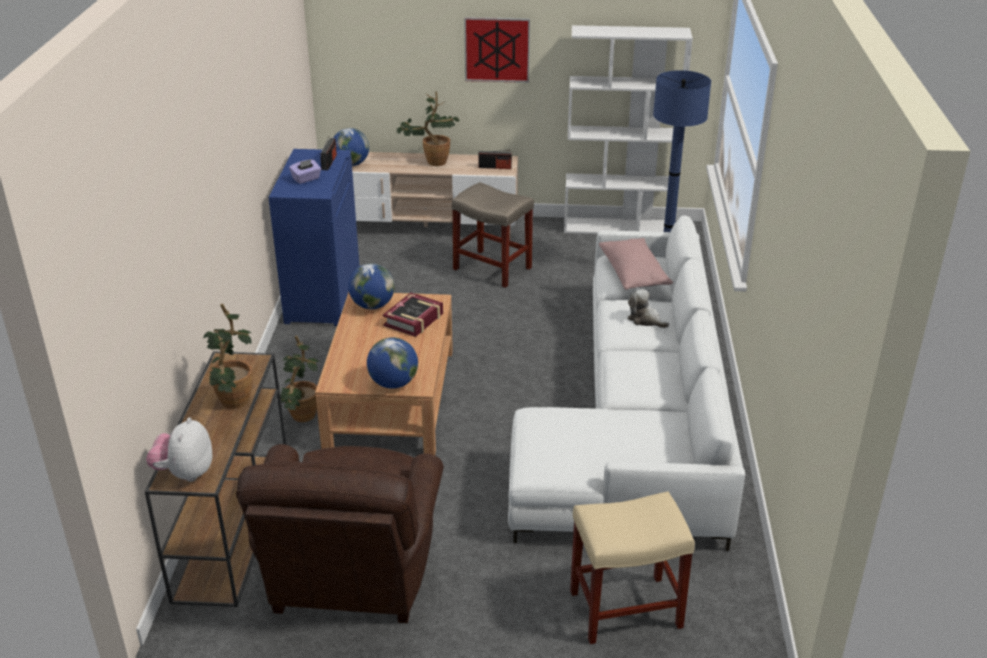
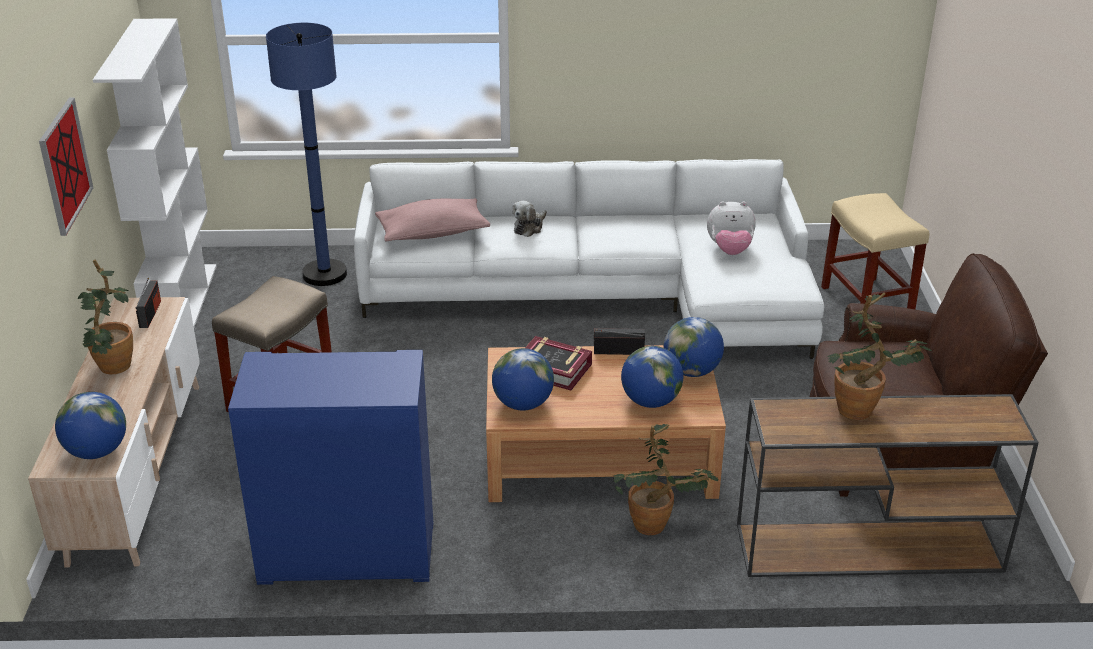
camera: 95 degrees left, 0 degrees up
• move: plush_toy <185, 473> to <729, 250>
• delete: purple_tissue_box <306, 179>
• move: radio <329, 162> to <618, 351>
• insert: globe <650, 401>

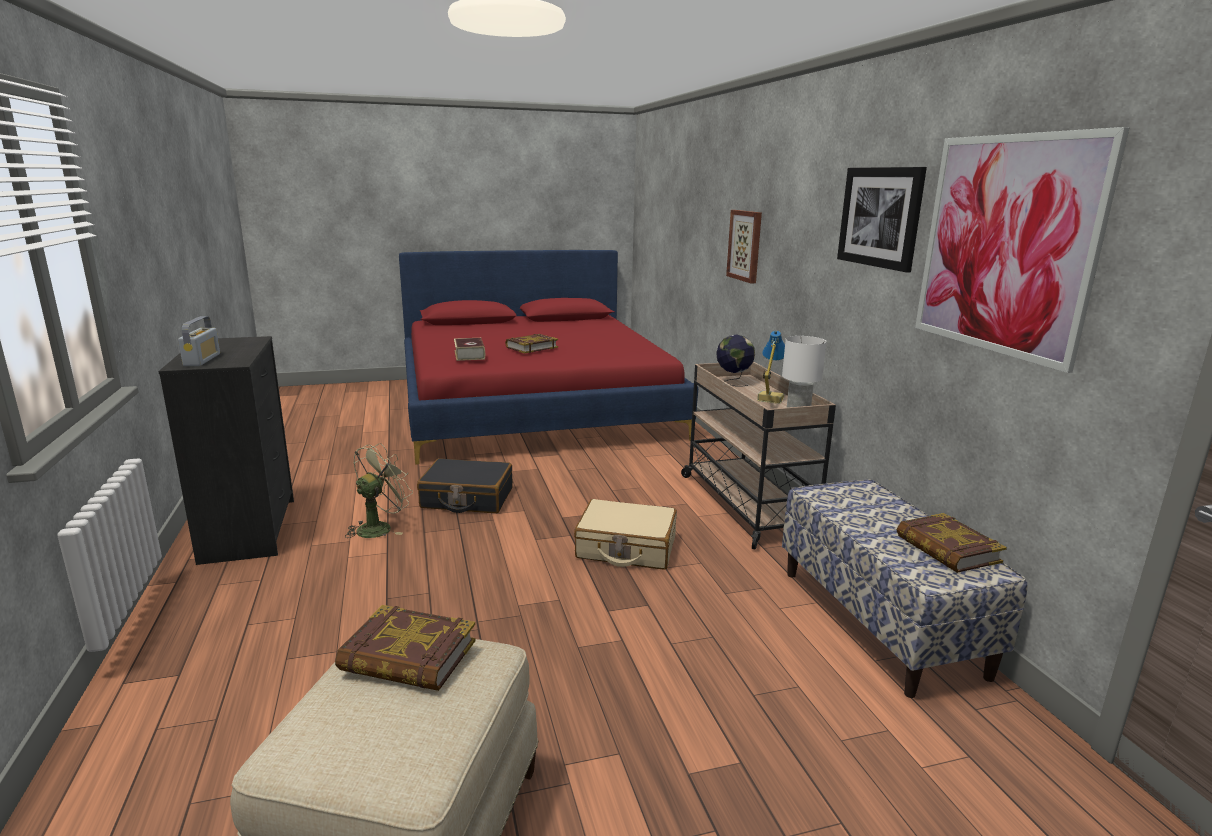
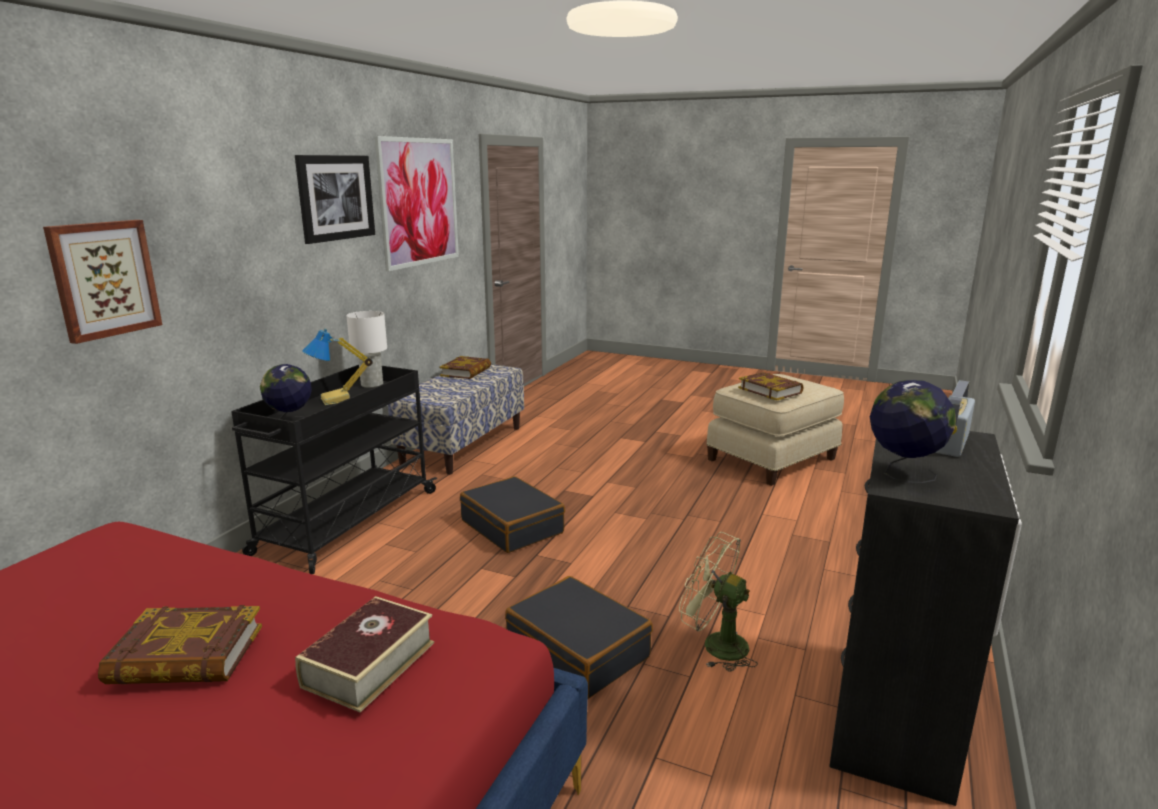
camera: 140 degrees left, 0 degrees up
• rotate: green_fan <379, 527> = <715, 645> 45 degrees clockwise
• recolor: beige_suitcase <626, 548> to black_suitcase <512, 526>
• recolor: beige_cart <746, 504> to black_cart <346, 522>
• insert: globe <903, 474>

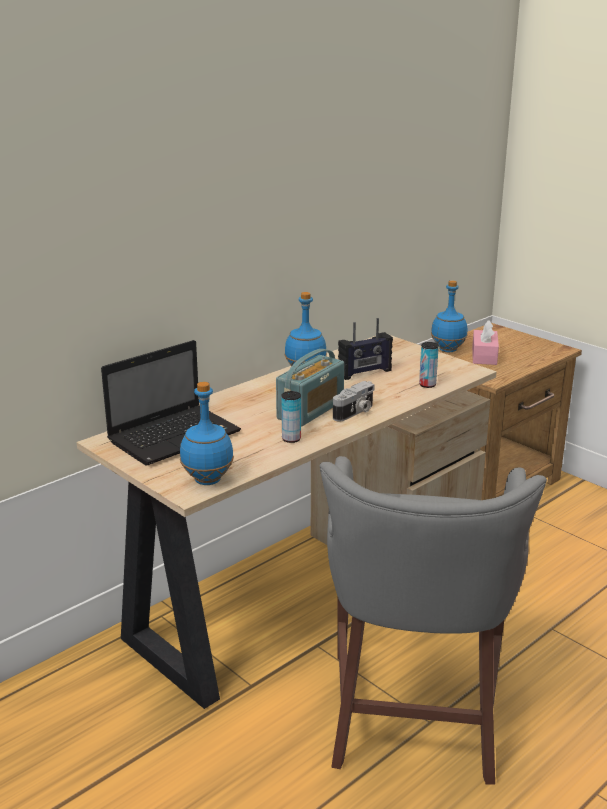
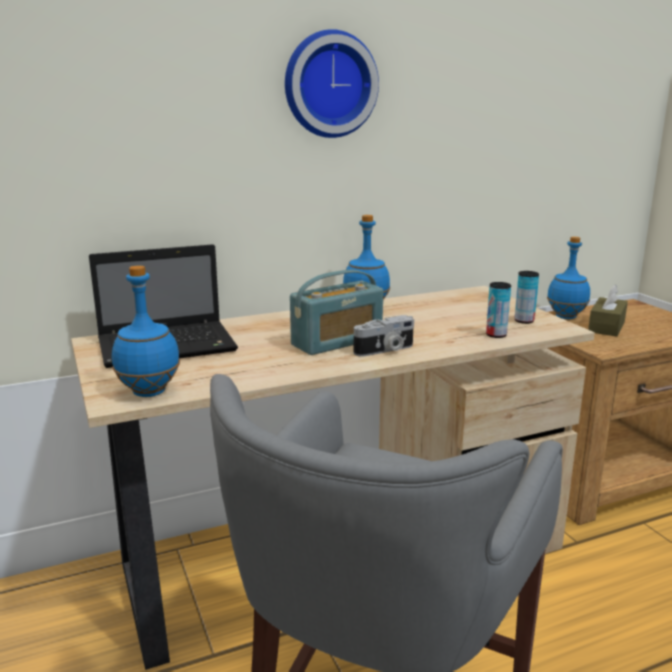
camera: 20 degrees right, 5 degrees down
• move: can <291, 439> to <524, 321>
• delete: radio <365, 373>
• recolor: pink_tissue_box <484, 356> to brown_tissue_box <606, 327>
• insert: wall_clock <329, 85>

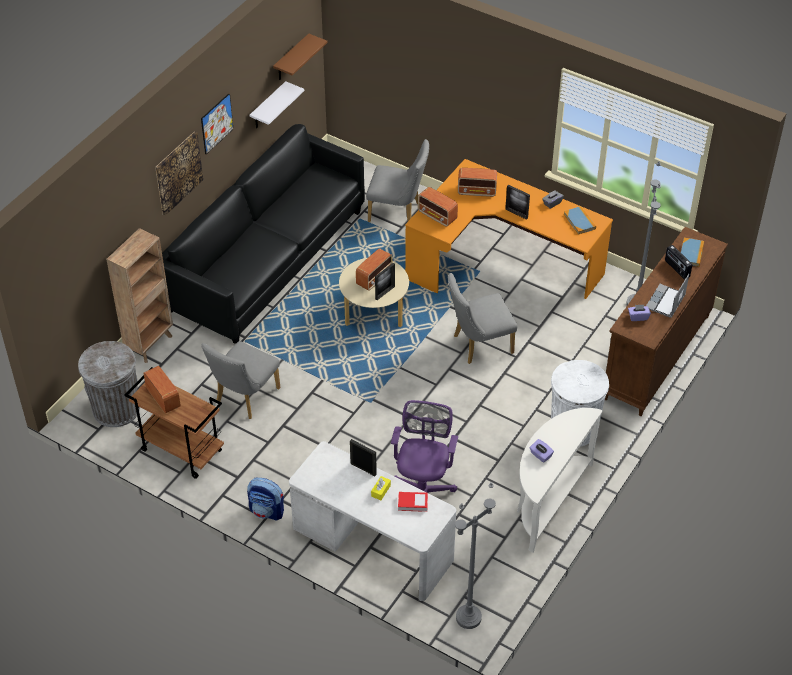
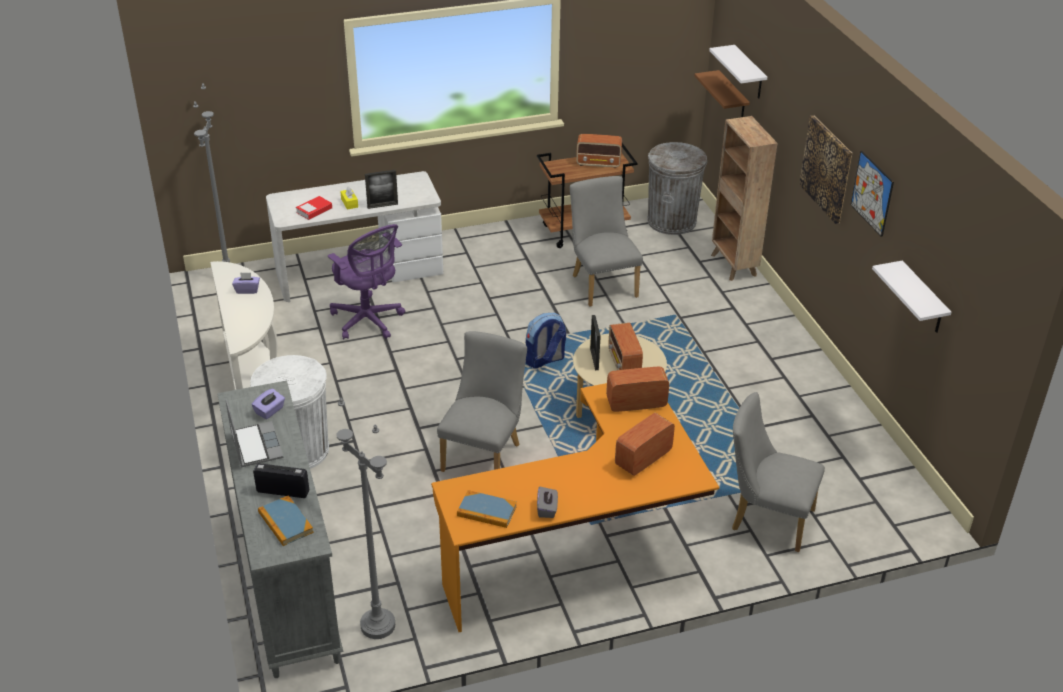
camera: 130 degrees right, 10 degrees down
• delete: black_sofa <266, 260>
• move: backpack <267, 511> to <544, 360>
• move: brown_shelf <291, 58> to <732, 98>
• rotate: grey_chair <398, 212> = <766, 518> 60 degrees clockwise
• delete: picture_frame <516, 213>
• recolor: brown_dresser <656, 357> to grey_dresser <287, 579>
• insert: white_shelf <749, 73>

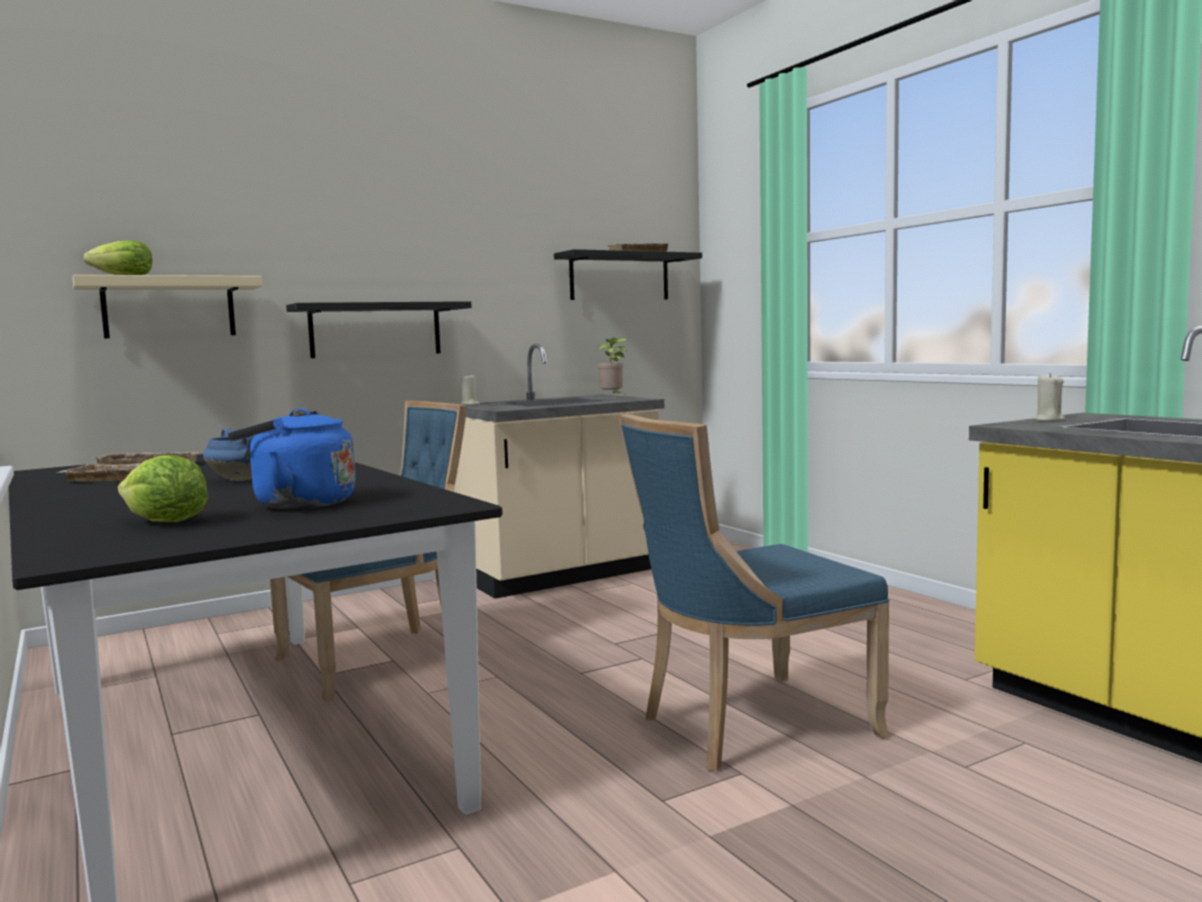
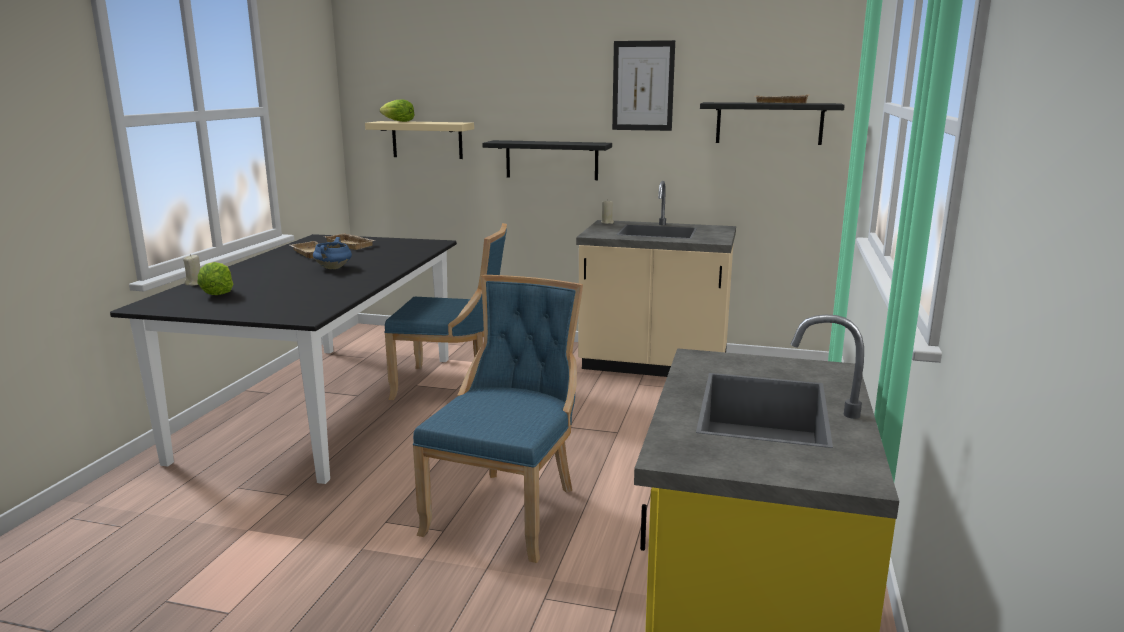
camera: 45 degrees right, 10 degrees up
• delete: blue_kettle <298, 504>
• delete: potted_plant <613, 398>
• rotate: blue_chair <748, 725> = <508, 510> 90 degrees clockwise
• move: beige_candle <1048, 420> to <195, 283>
• insert: picture <643, 86>

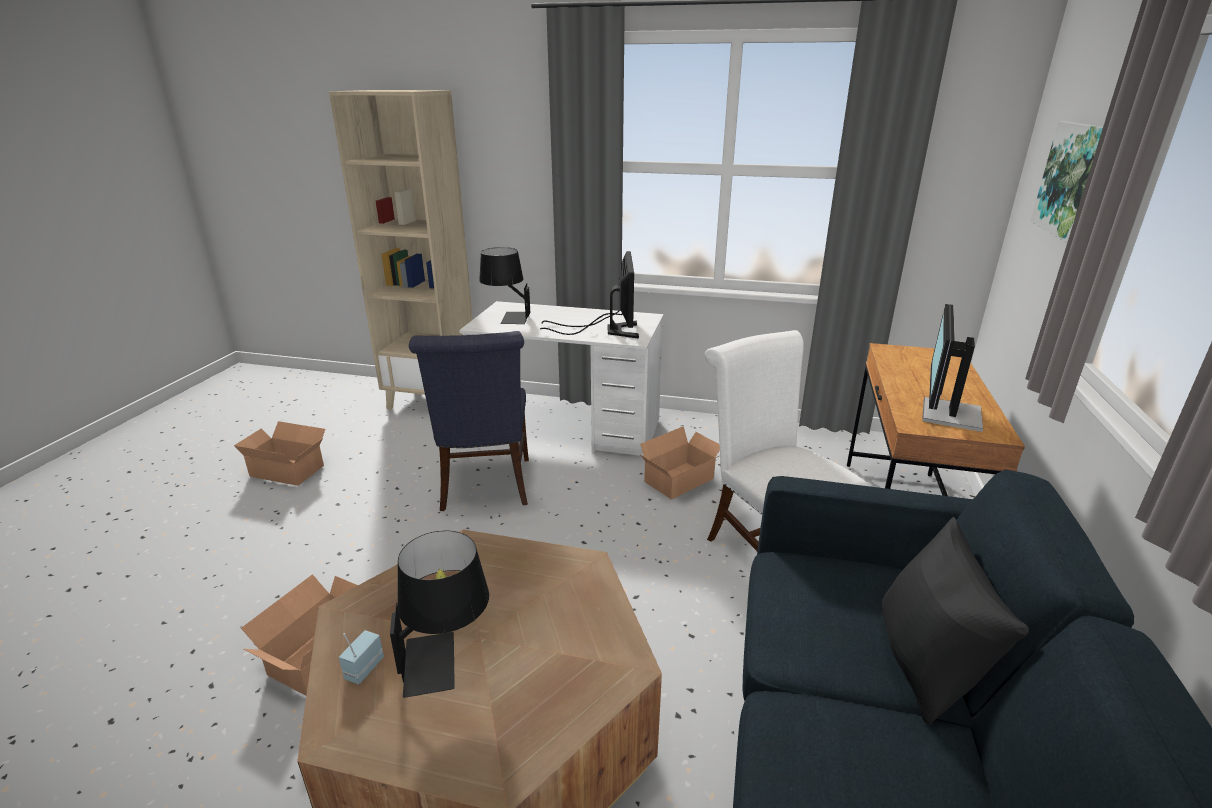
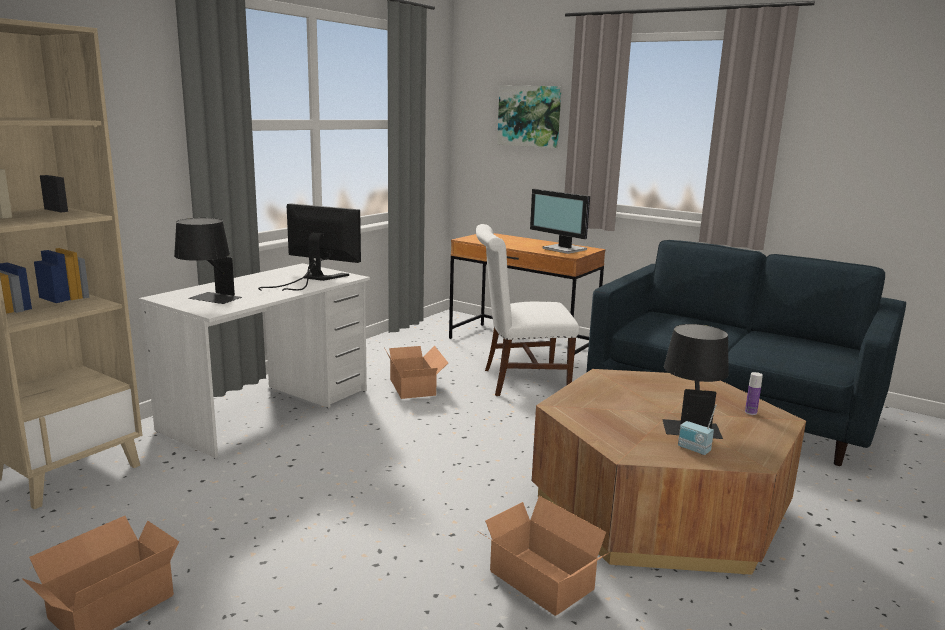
camera: 70 degrees left, 10 degrees down
• delete: blue_chair <485, 487>
• delete: black_pillow <926, 664>
• insert: bottle <750, 412>

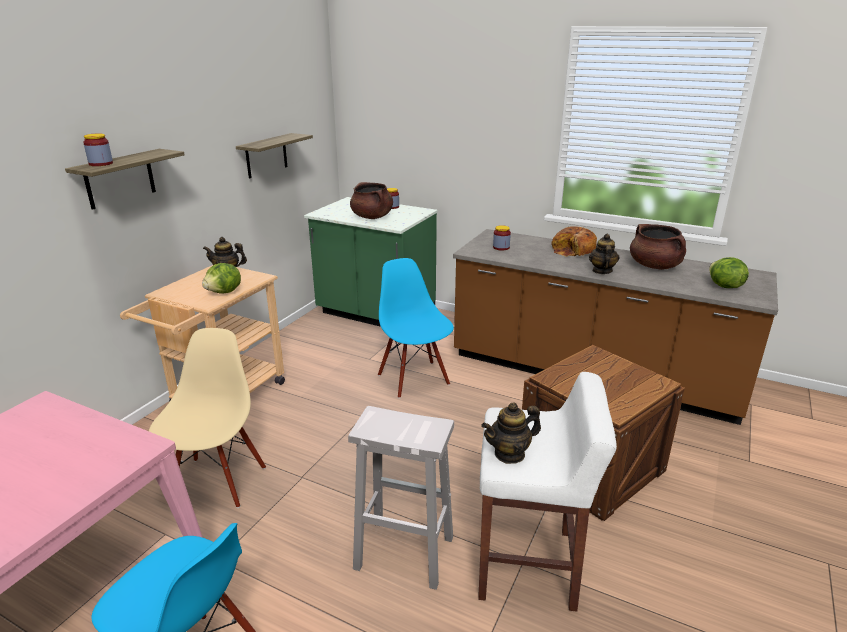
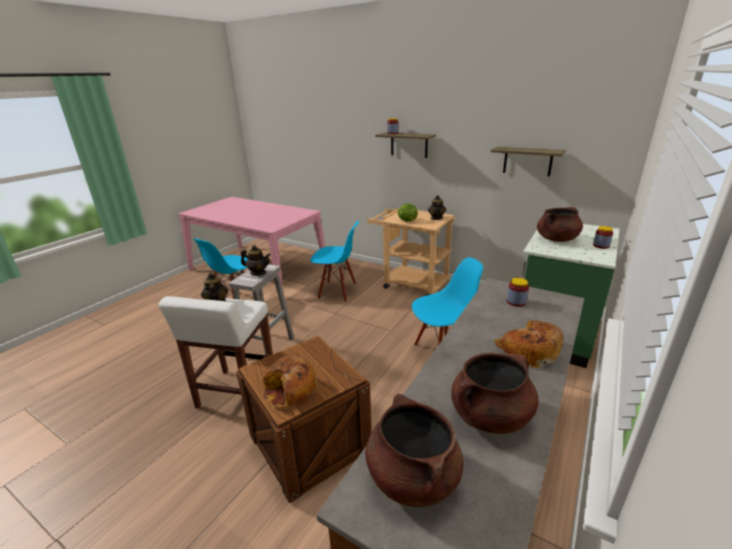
camera: 95 degrees right, 0 degrees up
• recolor: beige_chair <217, 482> to blue_chair <337, 292>
• move: teapot <601, 271> to <258, 273>
• replace: lettuce <724, 286> to brown_cooking_pot <412, 476>
• insert: bread <290, 389>

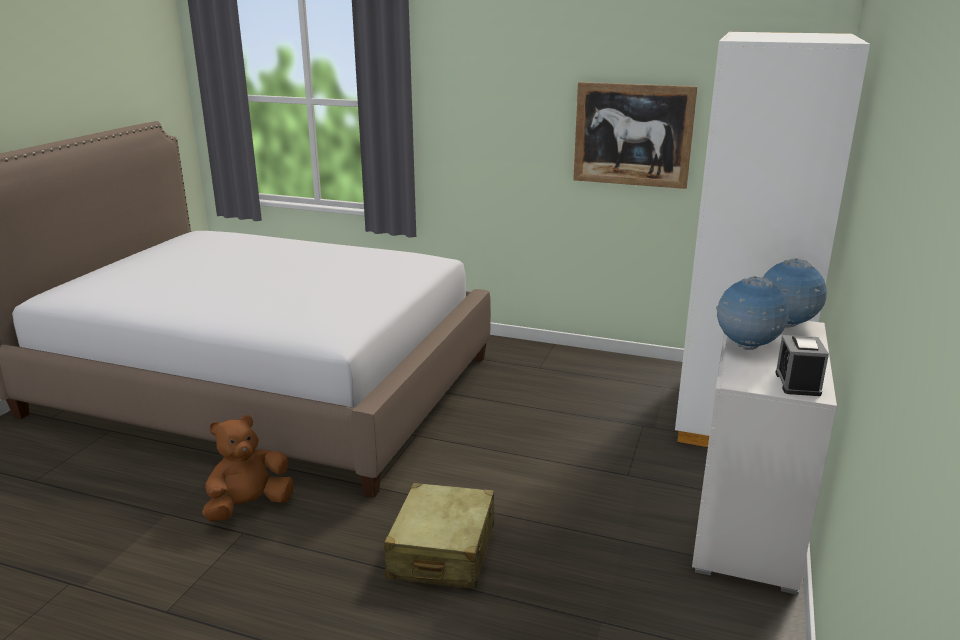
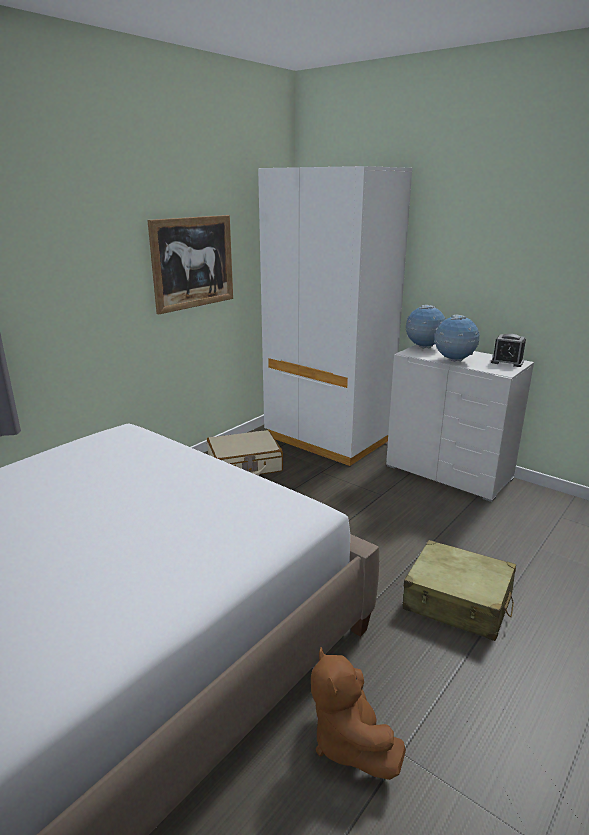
camera: 70 degrees left, 0 degrees up
• insert: beige_suitcase <244, 465>

